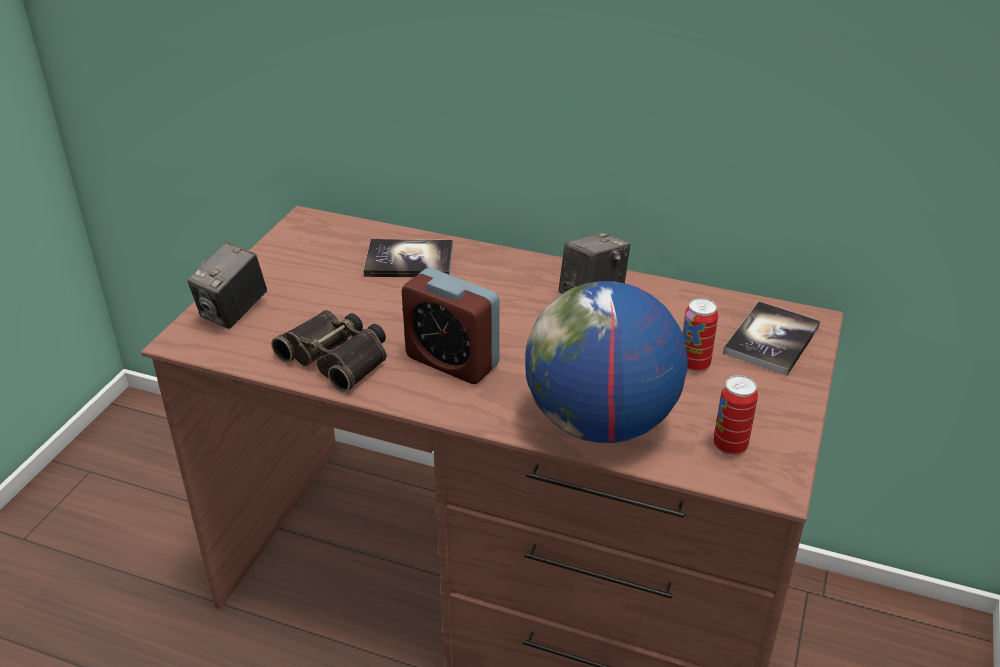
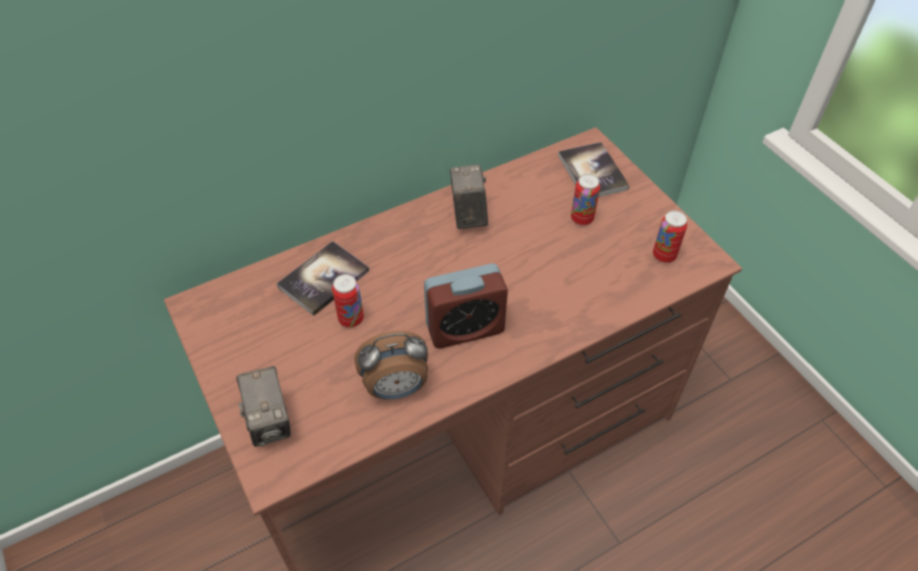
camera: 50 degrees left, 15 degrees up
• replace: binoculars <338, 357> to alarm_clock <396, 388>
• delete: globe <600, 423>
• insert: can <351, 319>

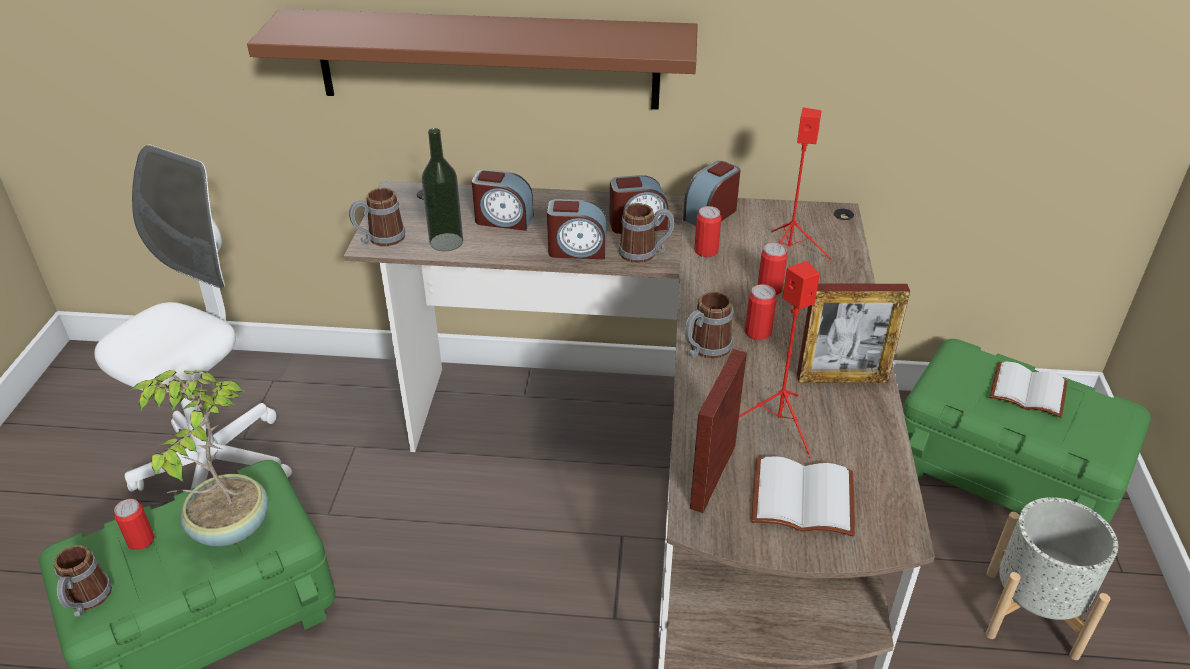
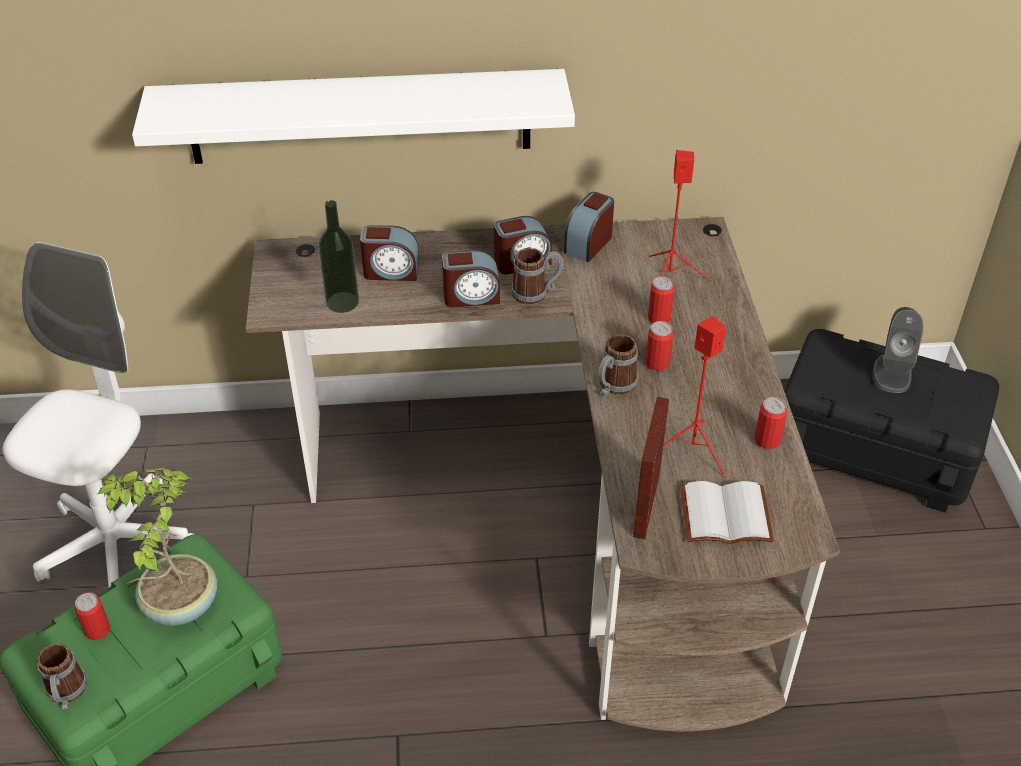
camera: 10 degrees left, 5 degrees up
• recolor: brown_shelf <488, 59> to white_shelf <360, 116>
• delete: mug <380, 239>
• move: can <706, 251> to <767, 440>
• delete: picture_frame <842, 378>
• recolor: green_storage_box <1005, 469> to black_storage_box <875, 446>
• delete: grey_planter <1032, 614>
• replace: white_book <1029, 390> to grey_speaker <892, 373>

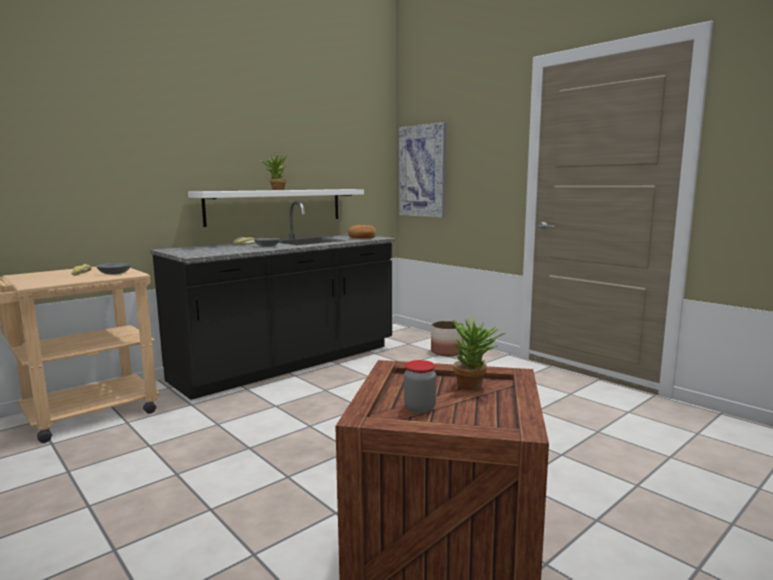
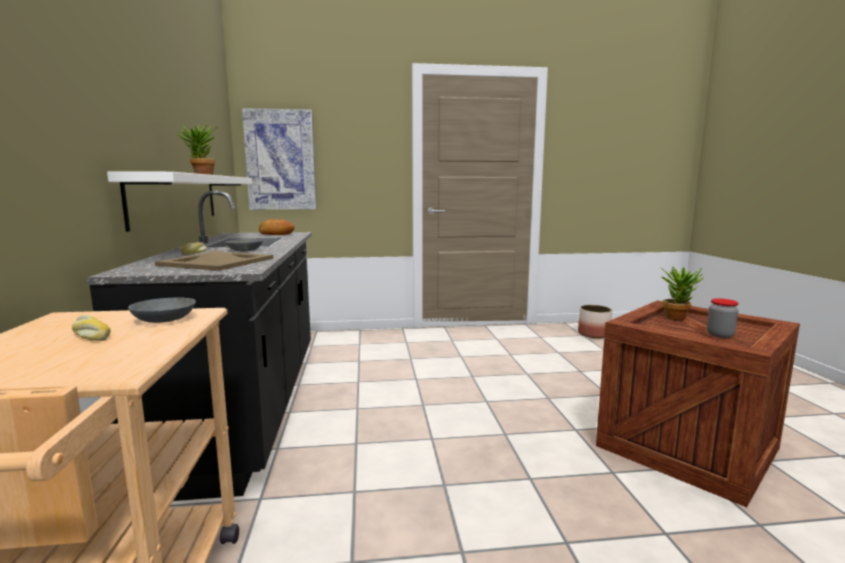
camera: 55 degrees left, 0 degrees up
• move: planter <447, 352> to <593, 334>
• insert: beige_tray <216, 261>

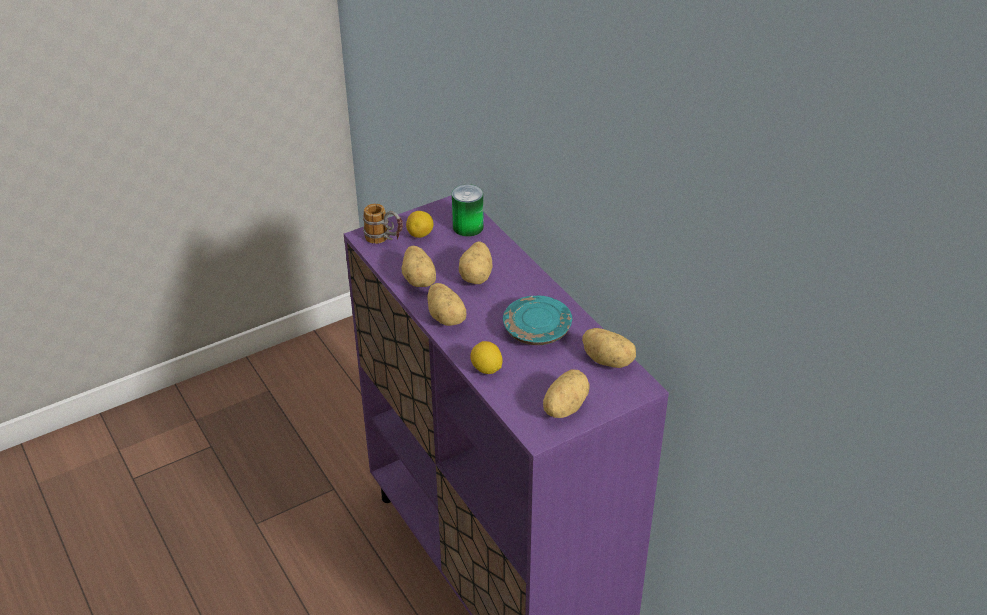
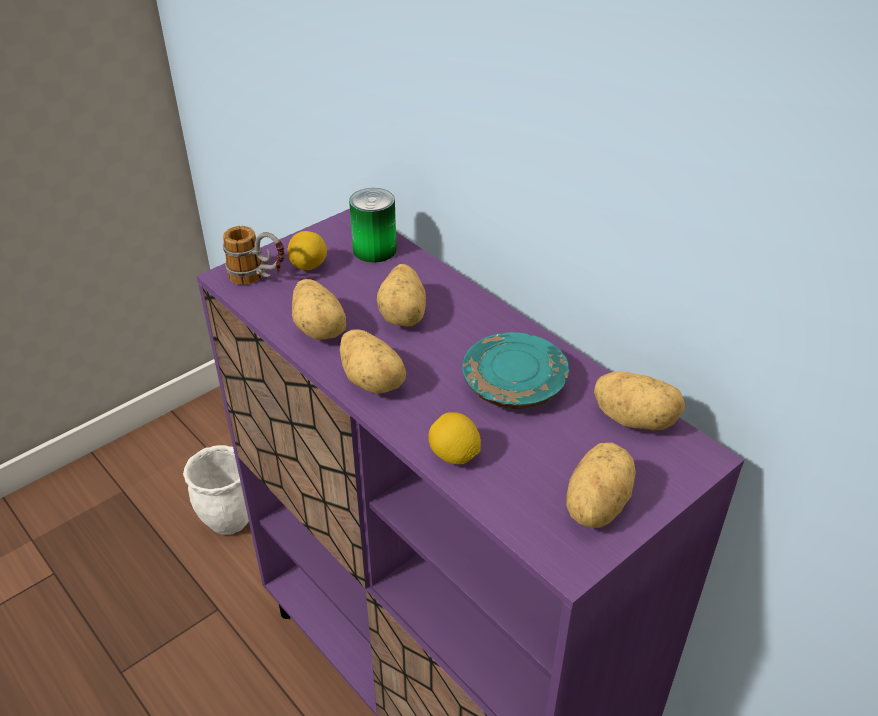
camera: 10 degrees left, 0 degrees up
• insert: white_planter <230, 520>

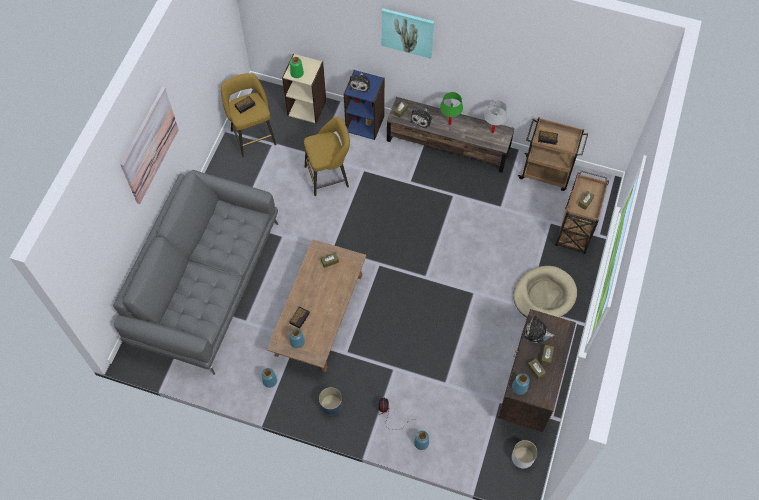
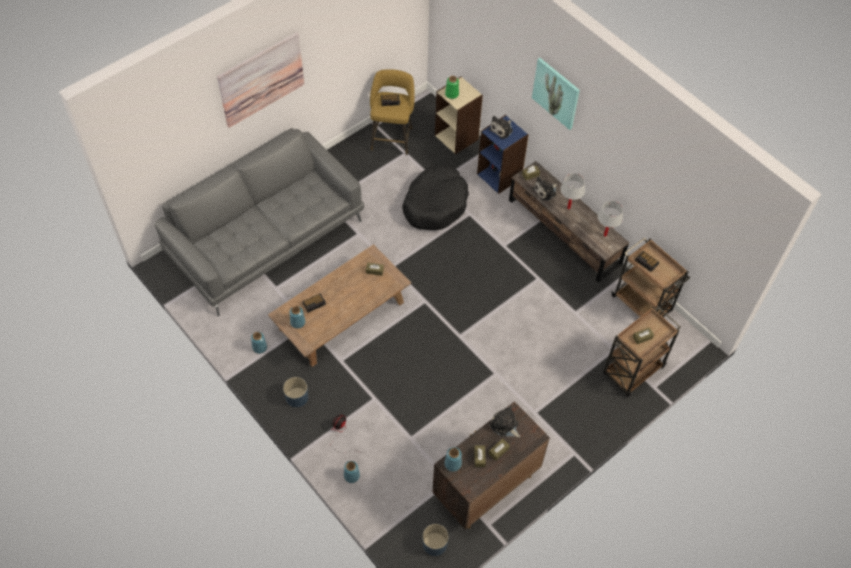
camera: 30 degrees right, 5 degrees down
• replace: yellow_stool <329, 176> to black_dog_bed <435, 204>
• recolor: green_table_lamp <449, 124> to white_table_lamp <568, 208>
• recolor: white_planter <522, 457> to blue_planter <434, 544>
• delete: beige_dog_bed <544, 295>

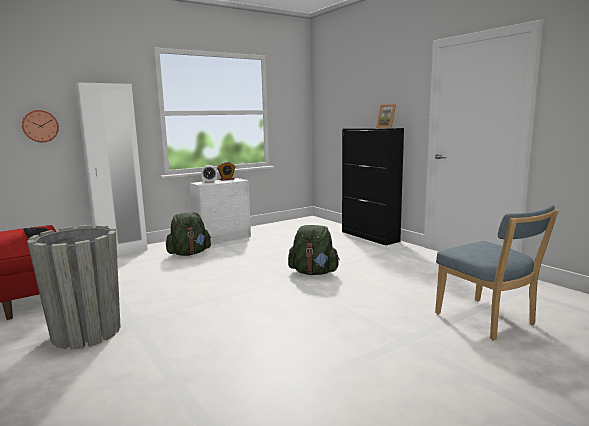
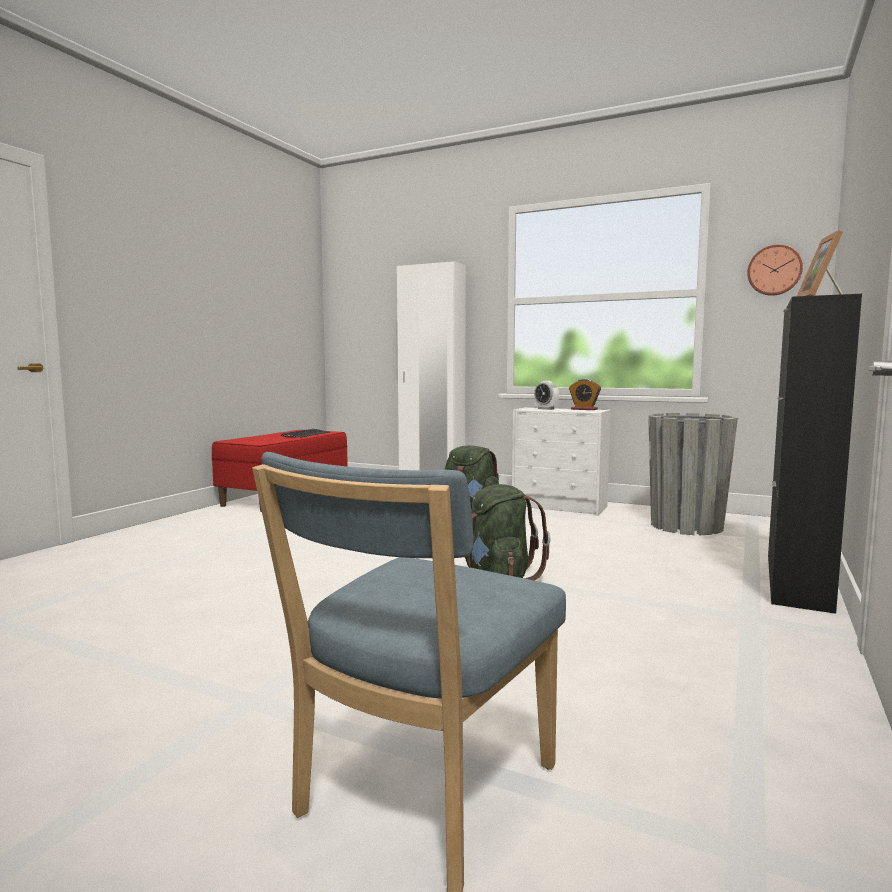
camera: 60 degrees right, 5 degrees down
• move: wall_clock <40, 126> to <774, 270>
• move: grey_planter <86, 333> to <686, 526>

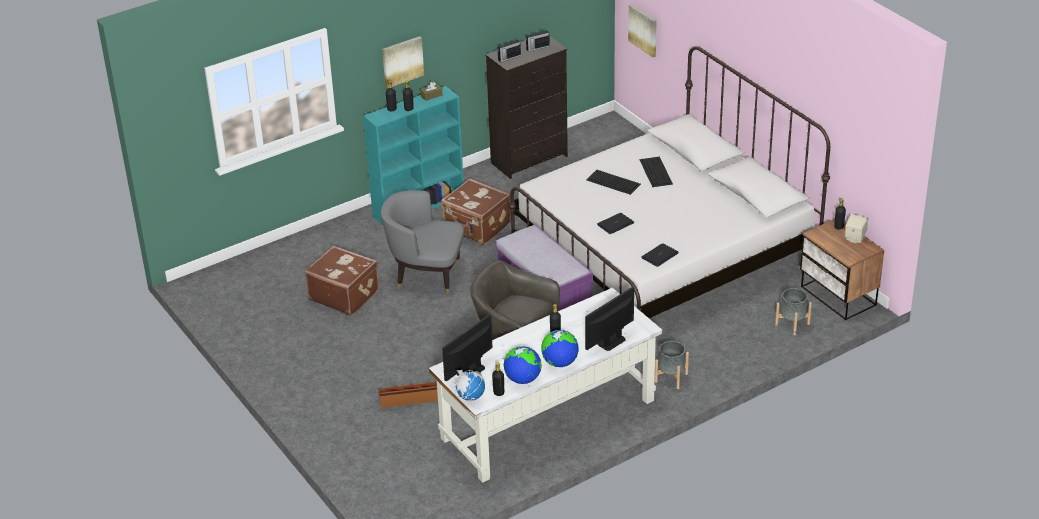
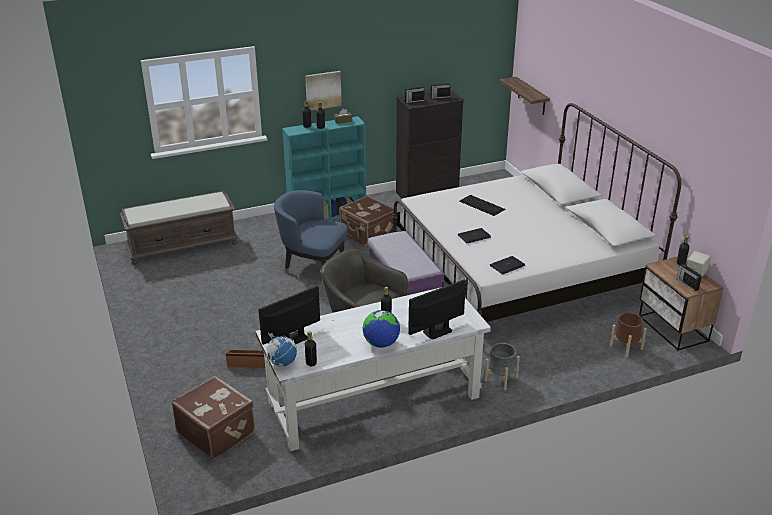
camera: 10 degrees right, 5 degrees down
• move: brown_suitcase <344, 295> to <217, 432>
• recolor: grey_armchair <426, 275> to blue_armchair <312, 265>
• delete: globe <523, 379>
• replace: picture <643, 30> to shelf <531, 96>
• delete: keyboard <656, 172>
• recolor: grey_planter <792, 324> to brown_planter <626, 347>
• insert: brown_bench <183, 246>
• insert: radio <687, 284>

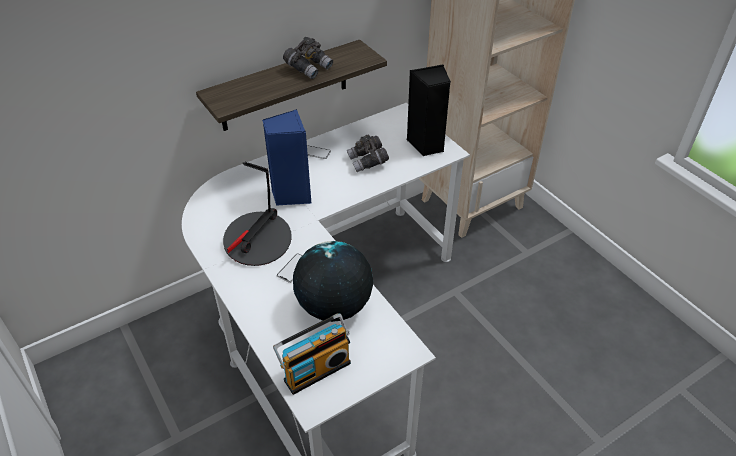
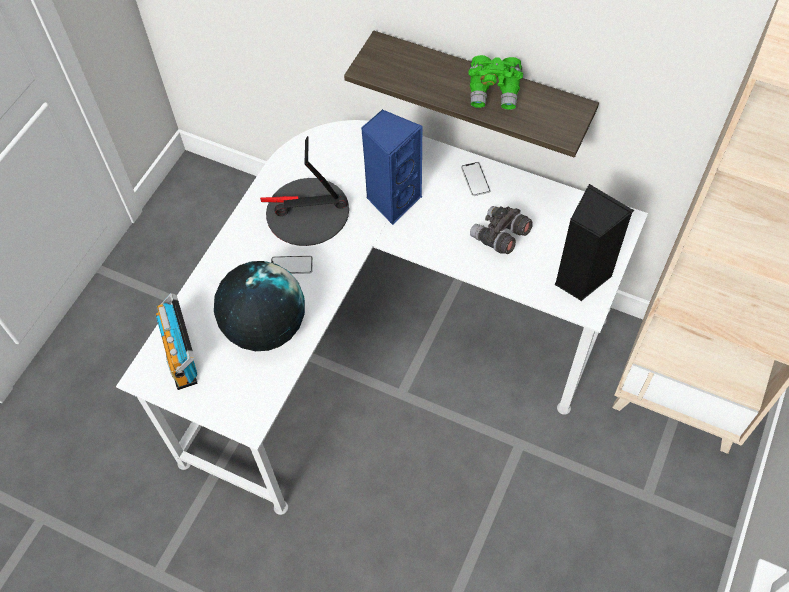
camera: 60 degrees right, 15 degrees up
• rotate: radio <316, 369> = <183, 356> 45 degrees clockwise
• recolor: grey_binoculars <309, 68> to green_binoculars <494, 92>

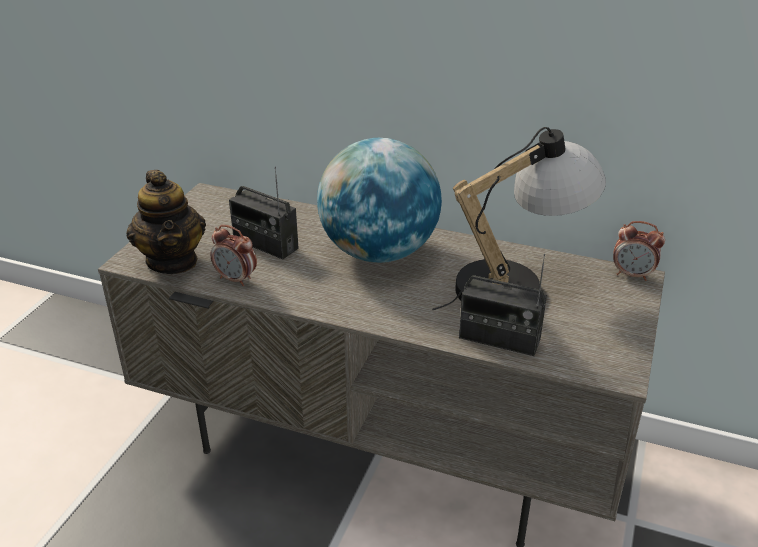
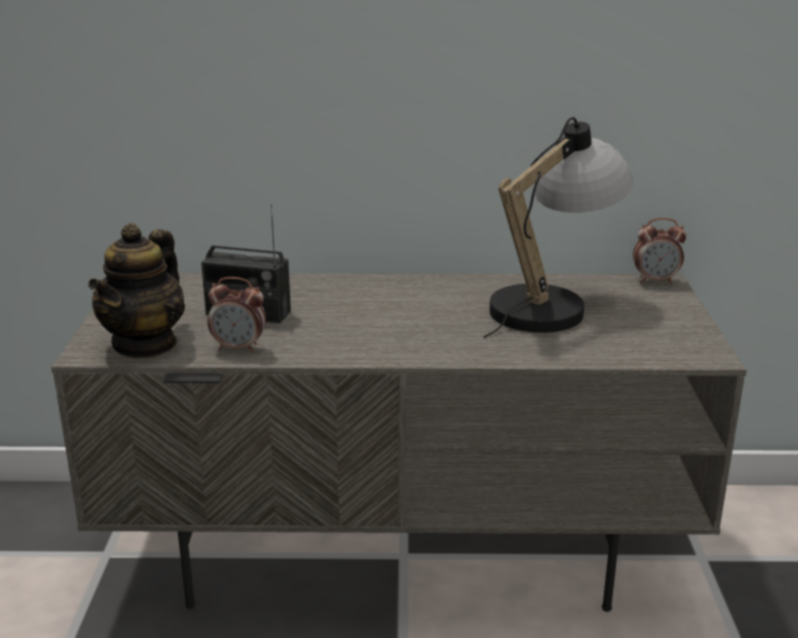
camera: 20 degrees left, 10 degrees down
• rotate: teapot <173, 261> = <145, 344> 60 degrees clockwise
• delete: globe <379, 252>
• delete: radio <499, 339>

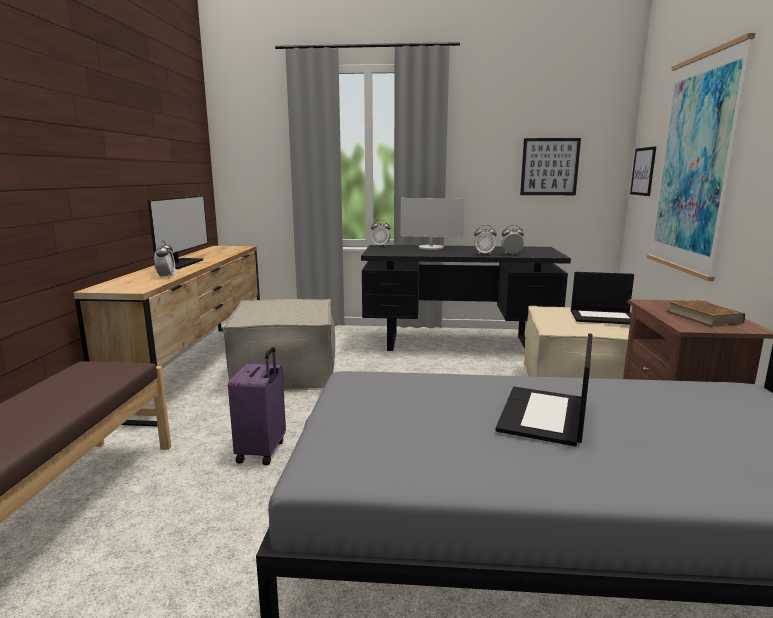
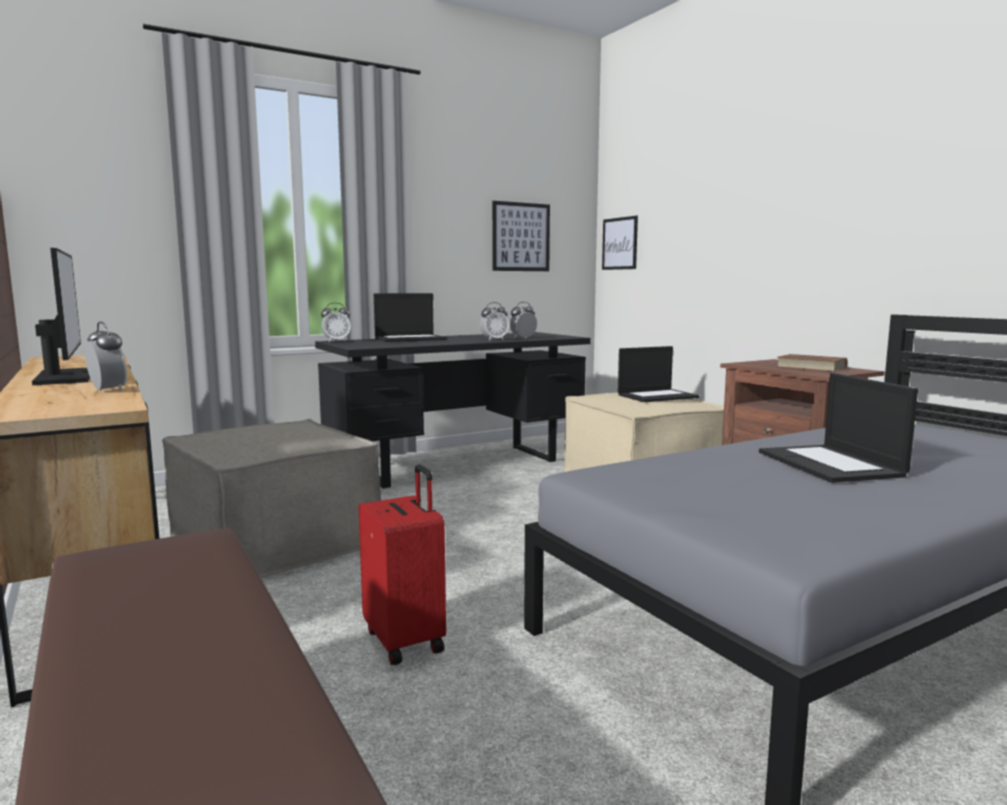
camera: 35 degrees left, 5 degrees down
• recolor: purple_suitcase <262, 451> to red_suitcase <406, 640>
• replace: monitor <431, 248> to laptop <410, 339>
• delete: picture <694, 165>

